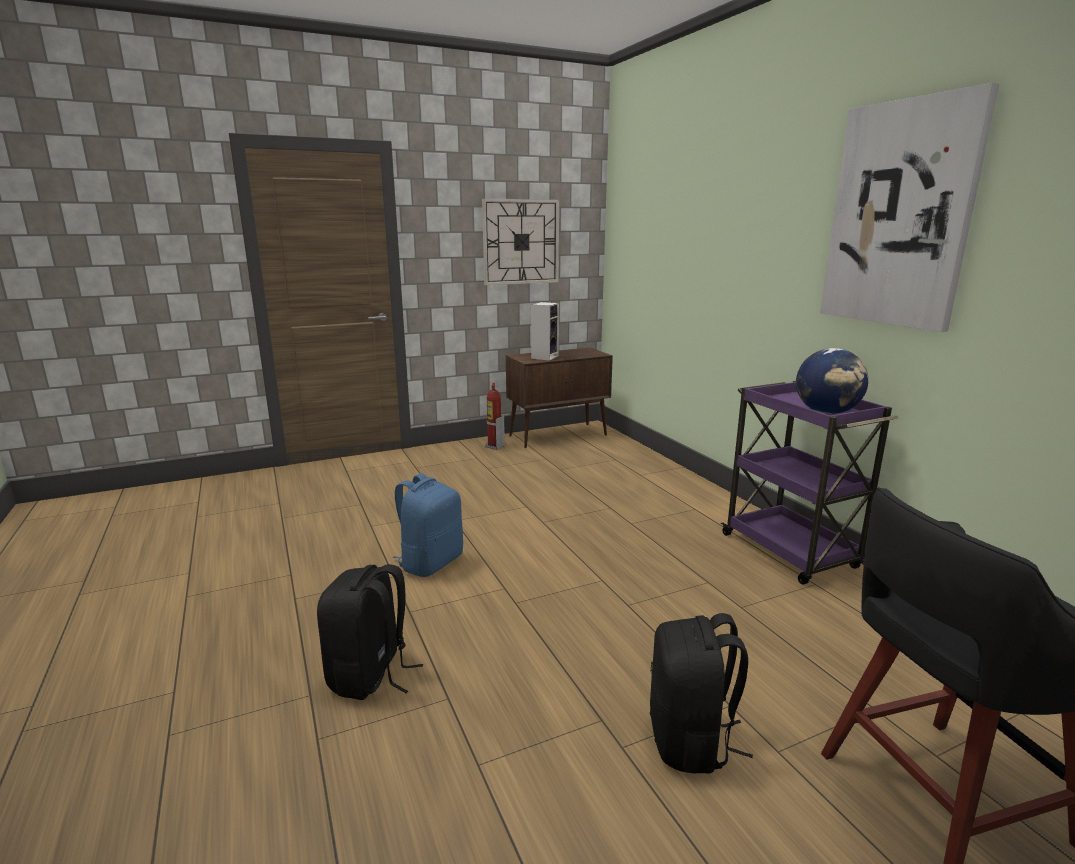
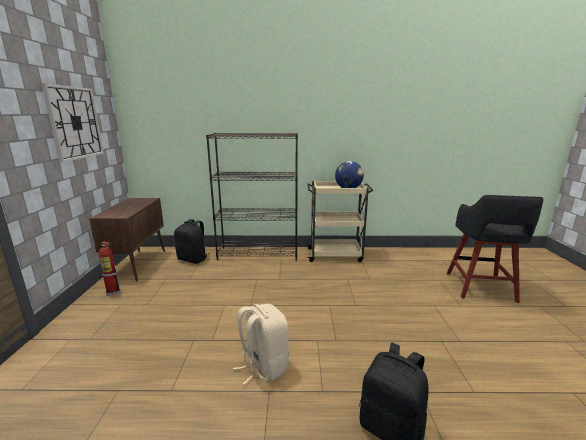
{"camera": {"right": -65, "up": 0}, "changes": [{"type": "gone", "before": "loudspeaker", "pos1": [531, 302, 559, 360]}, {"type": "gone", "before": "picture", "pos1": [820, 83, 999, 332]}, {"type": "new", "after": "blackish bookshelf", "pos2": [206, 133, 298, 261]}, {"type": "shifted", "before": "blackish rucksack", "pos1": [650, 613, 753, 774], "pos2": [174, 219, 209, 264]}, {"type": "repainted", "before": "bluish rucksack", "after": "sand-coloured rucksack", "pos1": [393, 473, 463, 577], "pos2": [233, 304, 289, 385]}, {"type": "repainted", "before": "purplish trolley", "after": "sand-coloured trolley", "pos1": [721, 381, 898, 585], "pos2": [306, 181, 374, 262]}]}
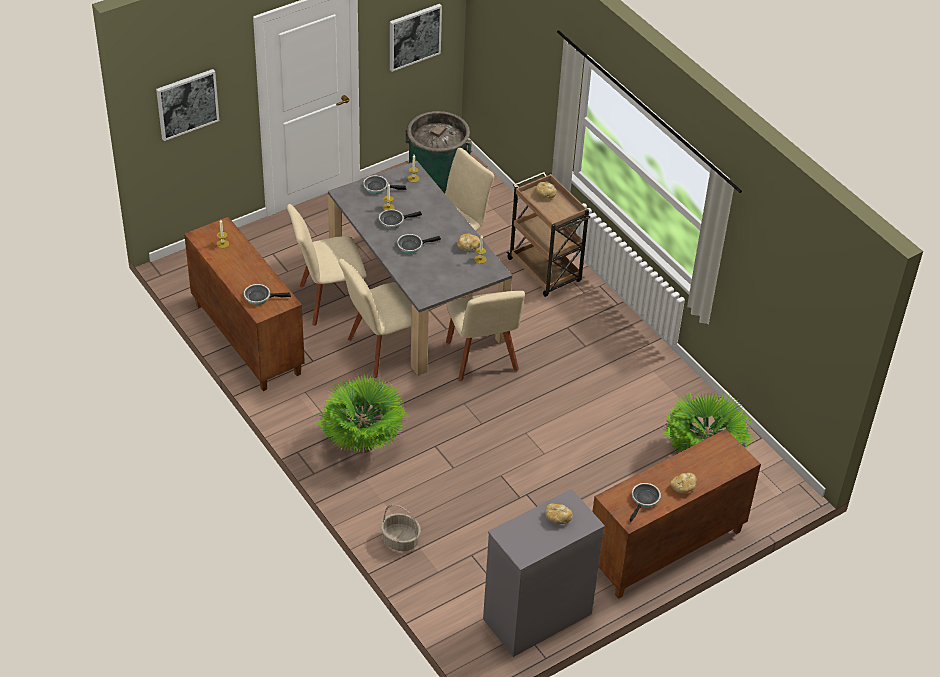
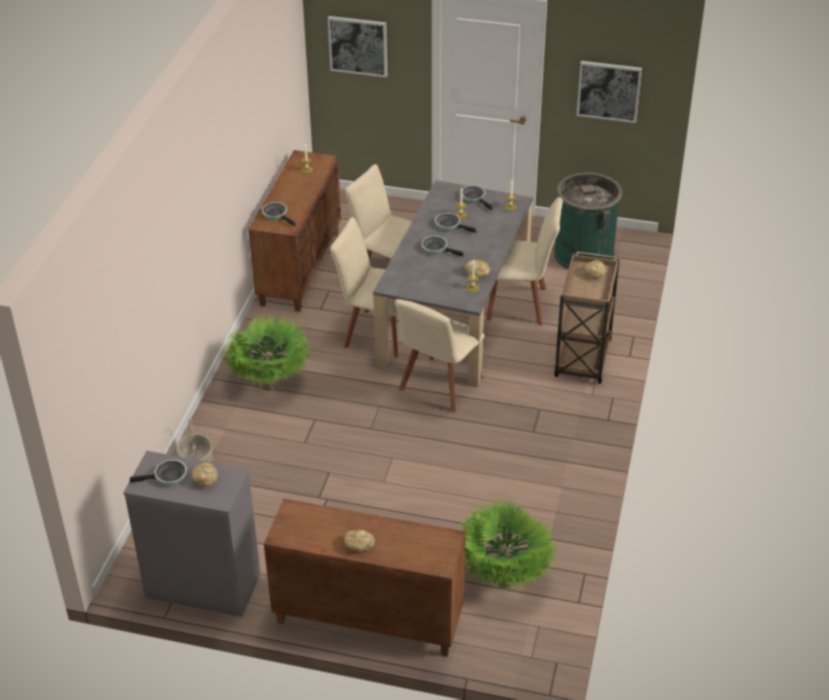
{"camera": {"right": 50, "up": -5}, "changes": [{"type": "shifted", "before": "skillet", "pos1": [630, 483, 661, 522], "pos2": [130, 460, 187, 485]}]}
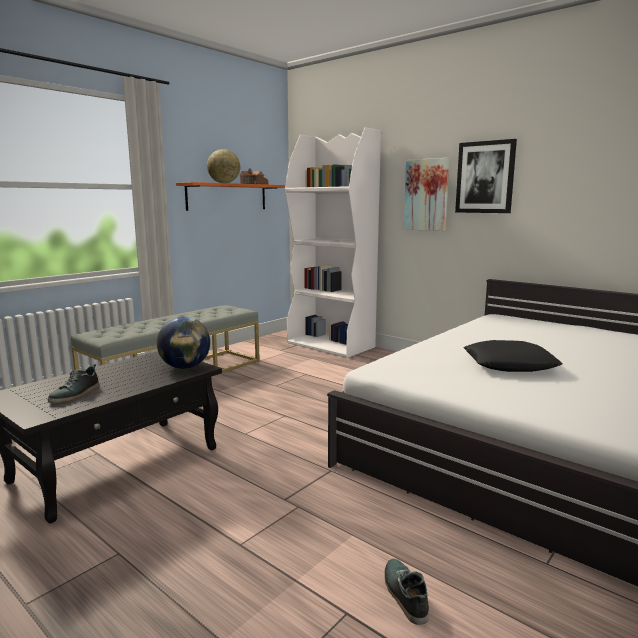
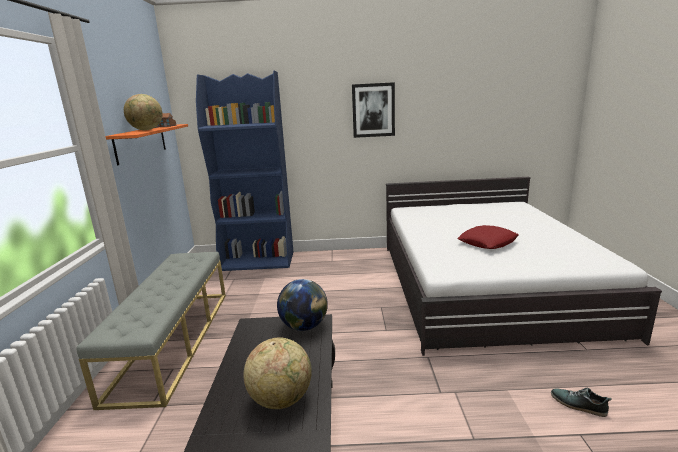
{"camera": {"right": -40, "up": 5}, "changes": [{"type": "gone", "before": "picture", "pos1": [404, 158, 449, 231]}, {"type": "swapped", "before": "low shoe", "after": "world globe", "pos1": [48, 364, 99, 403], "pos2": [243, 338, 312, 409]}, {"type": "repainted", "before": "whitish bookshelf", "after": "bluish bookshelf", "pos1": [285, 127, 381, 358], "pos2": [196, 71, 293, 271]}, {"type": "repainted", "before": "blackish pillow", "after": "red pillow", "pos1": [463, 340, 562, 372], "pos2": [457, 225, 519, 249]}]}
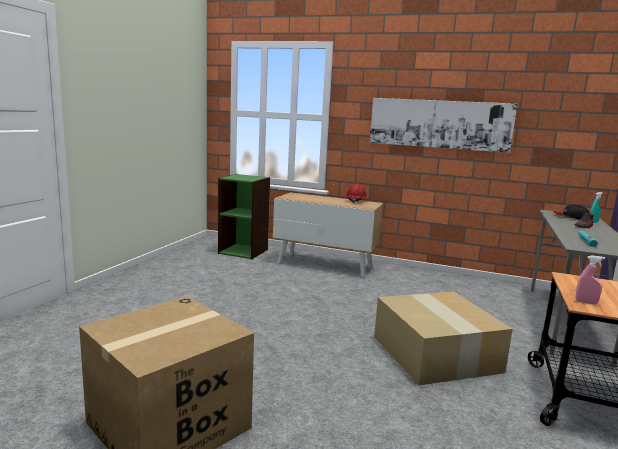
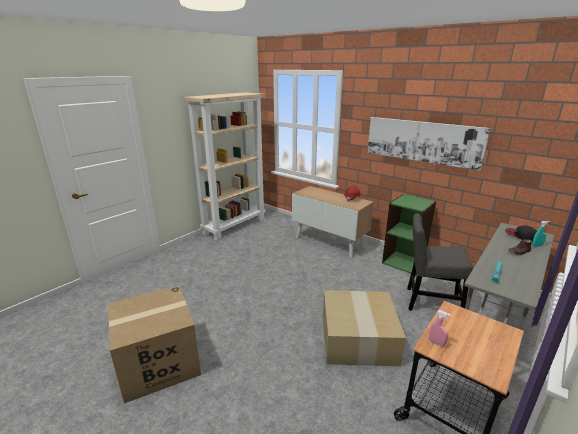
{"camera": {"right": 20, "up": 10}, "changes": [{"type": "new", "after": "sand-coloured bookshelf", "pos2": [184, 92, 265, 241]}, {"type": "new", "after": "greyish plain chair", "pos2": [407, 213, 473, 310]}, {"type": "shifted", "before": "green bookshelf", "pos1": [218, 174, 270, 259], "pos2": [382, 194, 436, 273]}]}
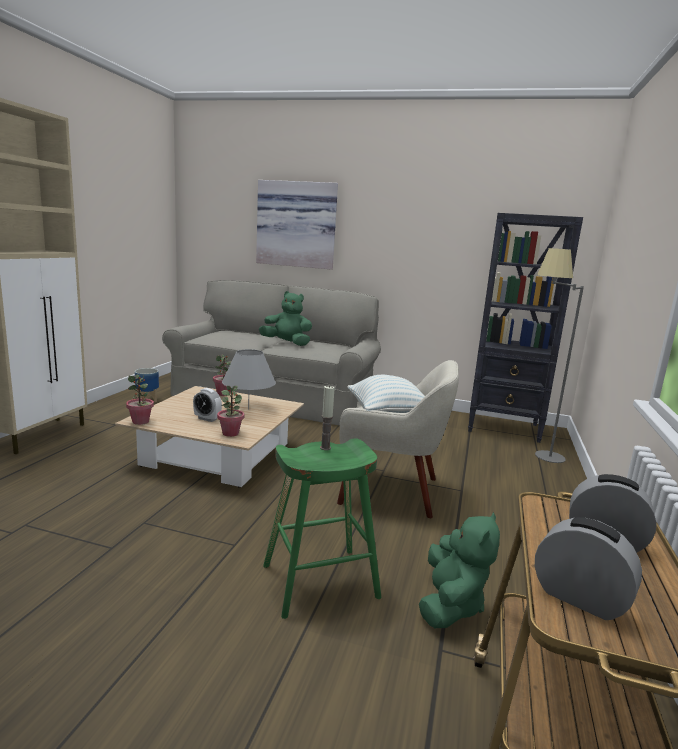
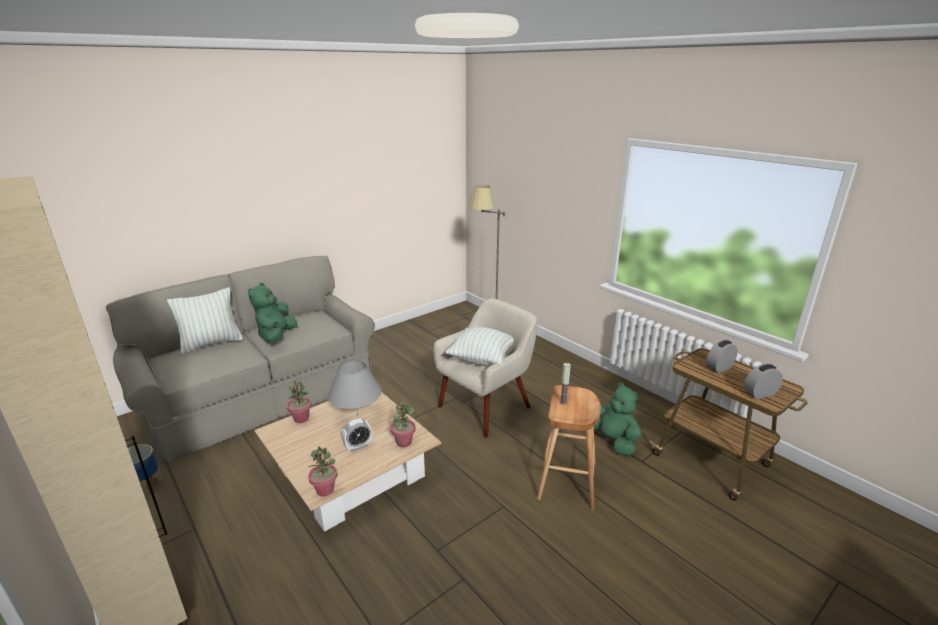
{"camera": {"right": -55, "up": 10}, "changes": [{"type": "gone", "before": "picture", "pos1": [256, 180, 338, 270]}, {"type": "gone", "before": "blackish bookshelf", "pos1": [468, 213, 583, 443]}, {"type": "new", "after": "pillow", "pos2": [167, 287, 243, 354]}, {"type": "repainted", "before": "green stool", "after": "brown-coloured stool", "pos1": [263, 438, 381, 619], "pos2": [537, 385, 601, 510]}, {"type": "rotated", "before": "green soft toy", "pos1": [259, 291, 312, 346], "pos2": [248, 283, 297, 343], "turn": -45}]}
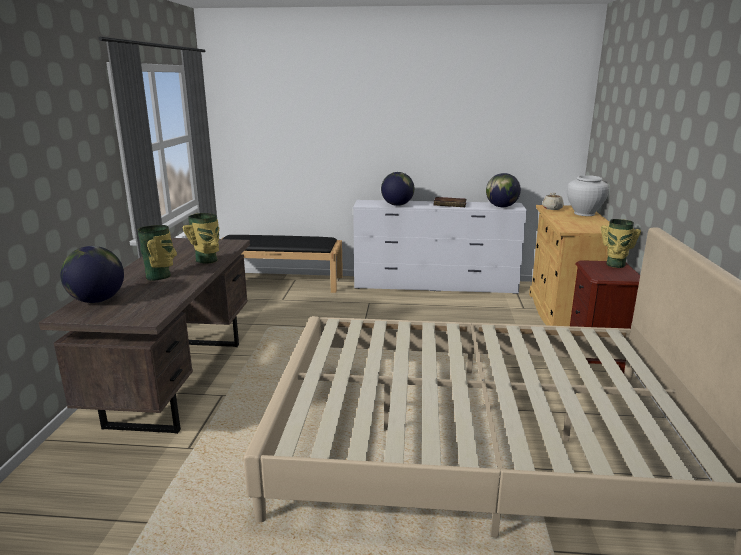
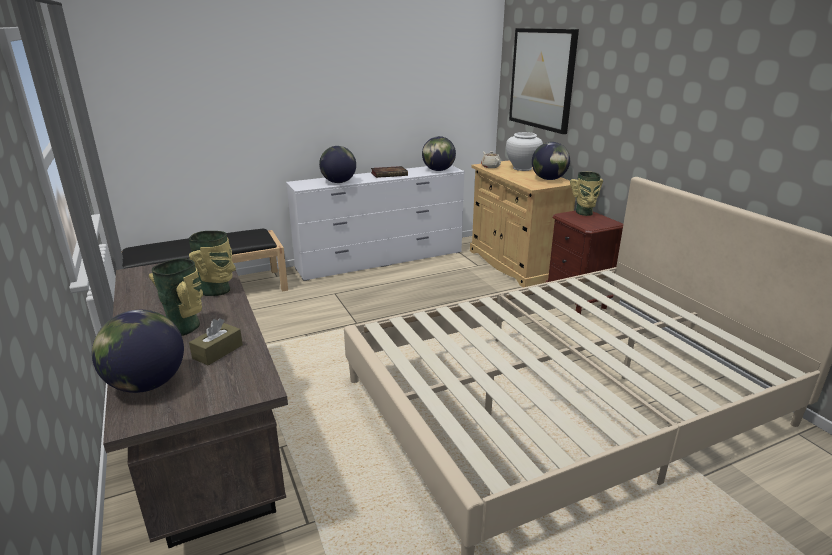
{"camera": {"right": -30, "up": 5}, "changes": [{"type": "new", "after": "brown-coloured tissue box", "pos2": [189, 318, 243, 366]}, {"type": "new", "after": "picture", "pos2": [509, 28, 579, 134]}, {"type": "new", "after": "world globe", "pos2": [532, 142, 570, 180]}]}
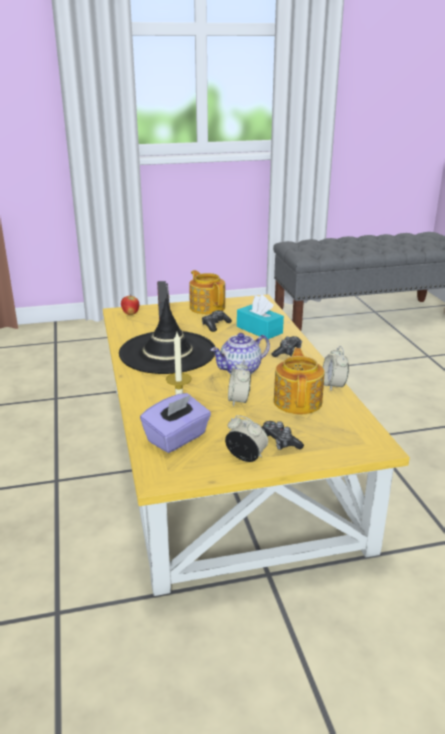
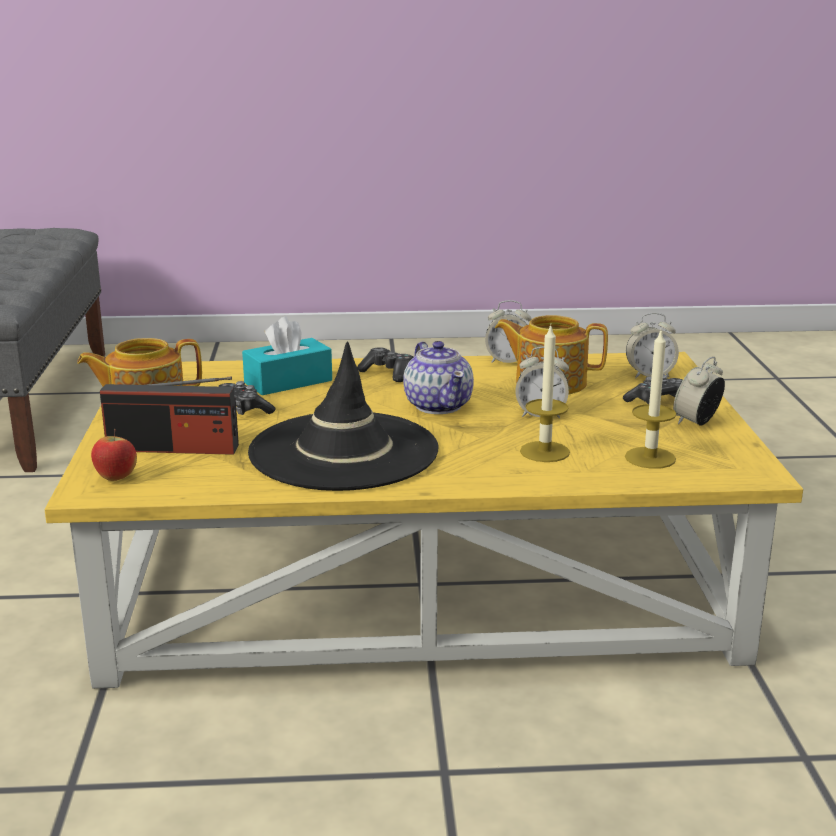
{"camera": {"right": -80, "up": -5}, "changes": [{"type": "new", "after": "bedside clock", "pos2": [626, 313, 679, 378]}, {"type": "swapped", "before": "purplish tissue box", "after": "wax candle", "pos1": [140, 393, 211, 453], "pos2": [625, 331, 676, 469]}]}
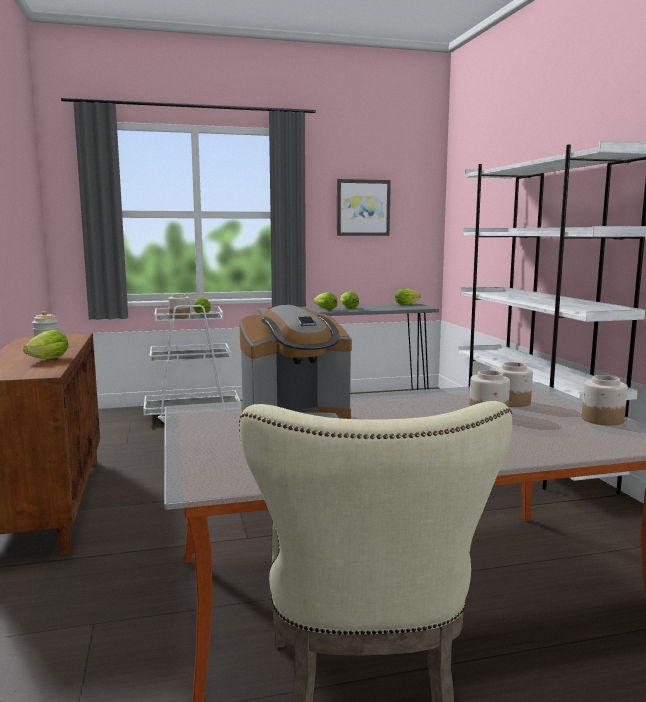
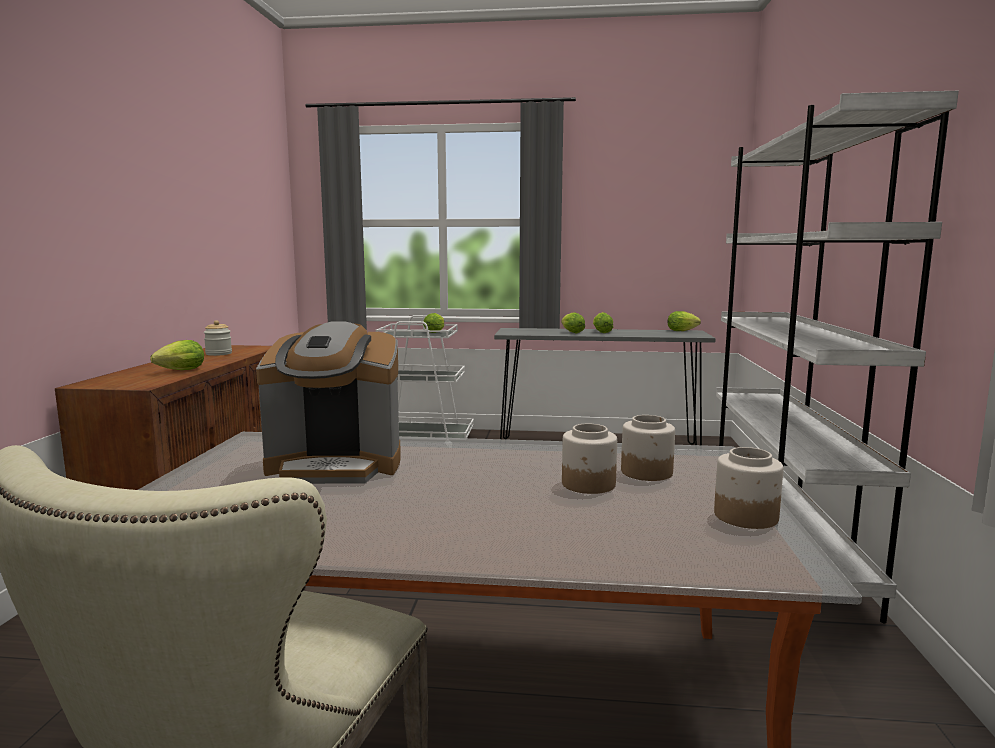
{"camera": {"right": 20, "up": 0}, "changes": [{"type": "gone", "before": "storage jar", "pos1": [168, 294, 190, 318]}, {"type": "gone", "before": "picture", "pos1": [337, 179, 391, 236]}]}
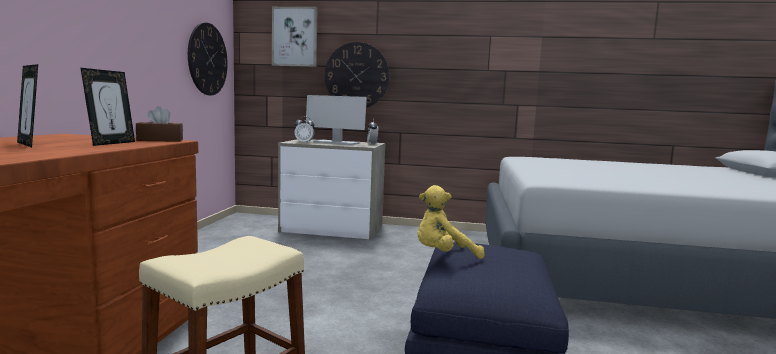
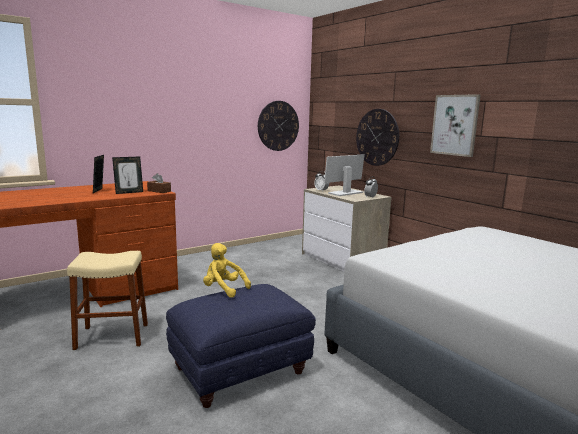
{"camera": {"right": 45, "up": 5}, "changes": [{"type": "shifted", "before": "picture", "pos1": [272, 7, 318, 67], "pos2": [430, 94, 481, 157]}, {"type": "rotated", "before": "monitor", "pos1": [306, 95, 367, 145], "pos2": [324, 154, 364, 196], "turn": 75}]}
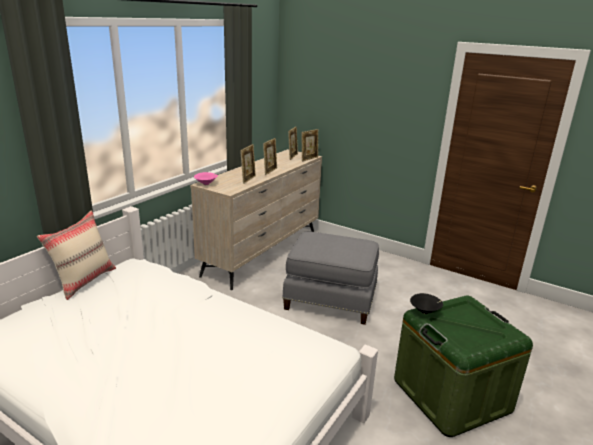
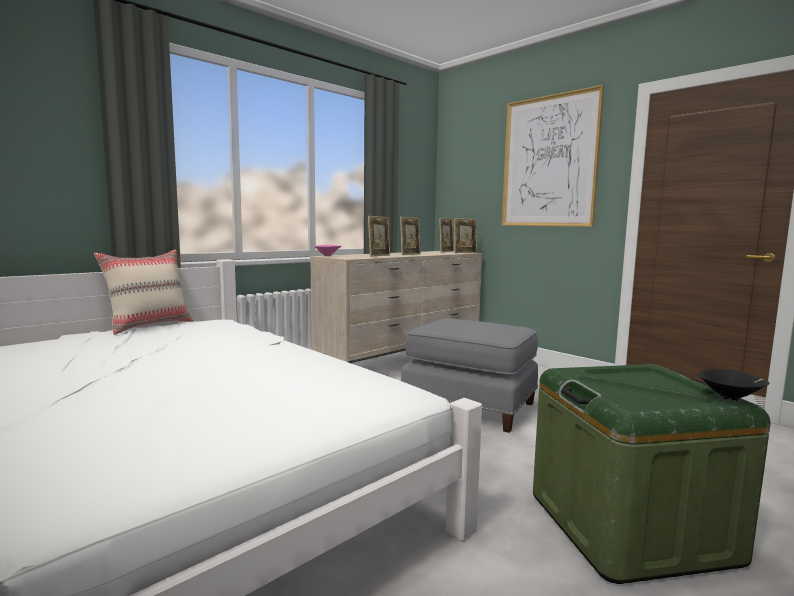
{"camera": {"right": 15, "up": -15}, "changes": [{"type": "new", "after": "picture", "pos2": [502, 85, 604, 227]}, {"type": "shifted", "before": "blackish serving bowl", "pos1": [410, 293, 443, 314], "pos2": [697, 368, 770, 401]}]}
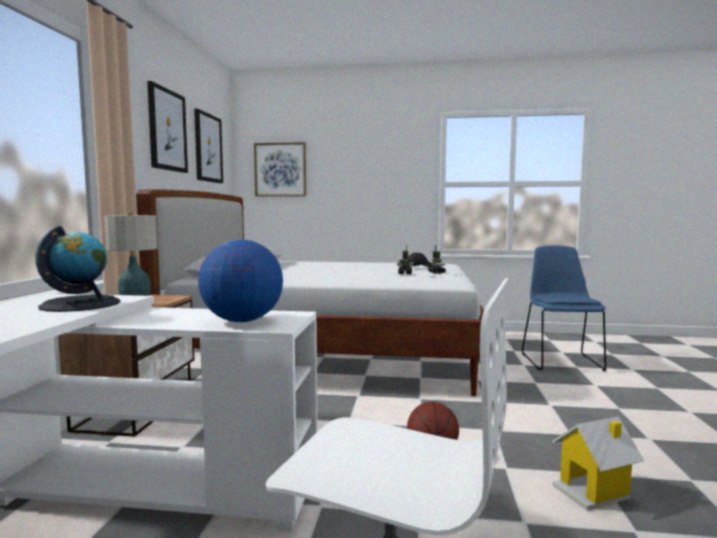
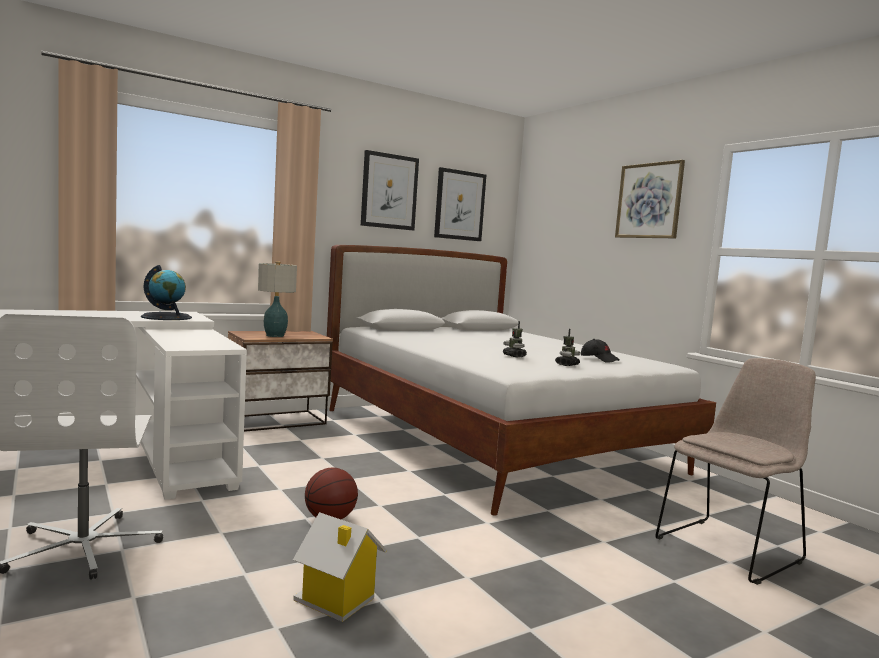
{"camera": {"right": 50, "up": 0}, "changes": [{"type": "gone", "before": "world globe", "pos1": [198, 240, 283, 322]}, {"type": "shifted", "before": "picture", "pos1": [254, 142, 306, 197], "pos2": [615, 160, 685, 238]}, {"type": "repainted", "before": "bluish plain chair", "after": "sand-coloured plain chair", "pos1": [522, 245, 606, 372], "pos2": [655, 358, 816, 585]}]}
